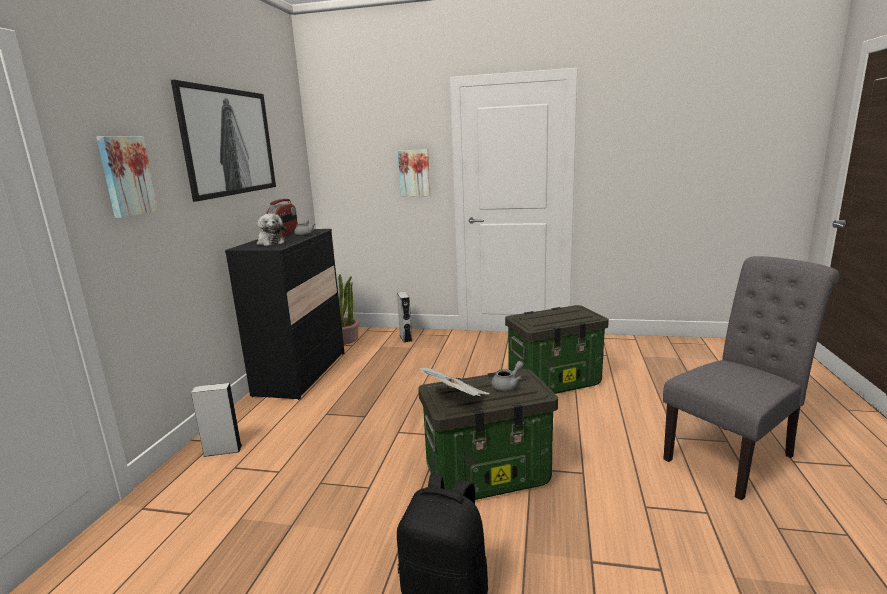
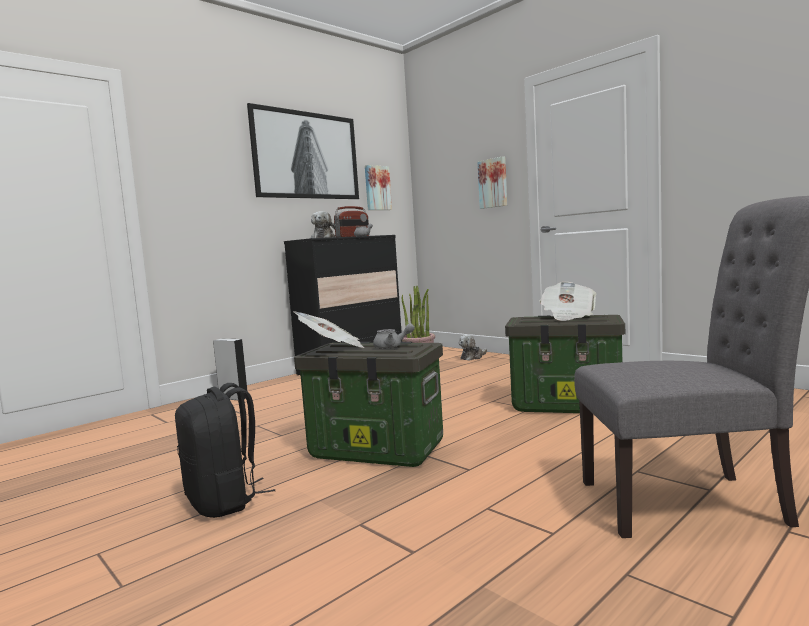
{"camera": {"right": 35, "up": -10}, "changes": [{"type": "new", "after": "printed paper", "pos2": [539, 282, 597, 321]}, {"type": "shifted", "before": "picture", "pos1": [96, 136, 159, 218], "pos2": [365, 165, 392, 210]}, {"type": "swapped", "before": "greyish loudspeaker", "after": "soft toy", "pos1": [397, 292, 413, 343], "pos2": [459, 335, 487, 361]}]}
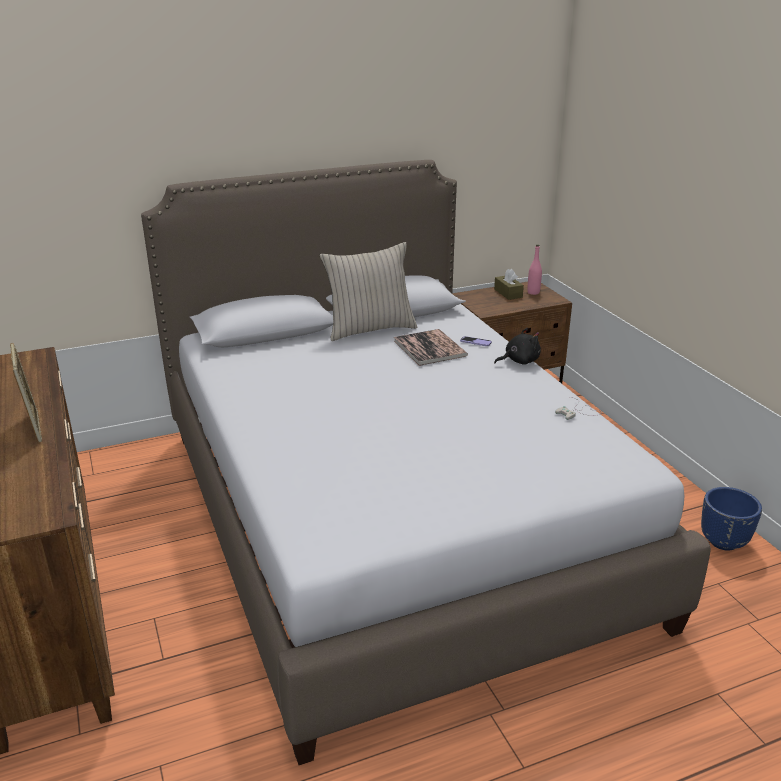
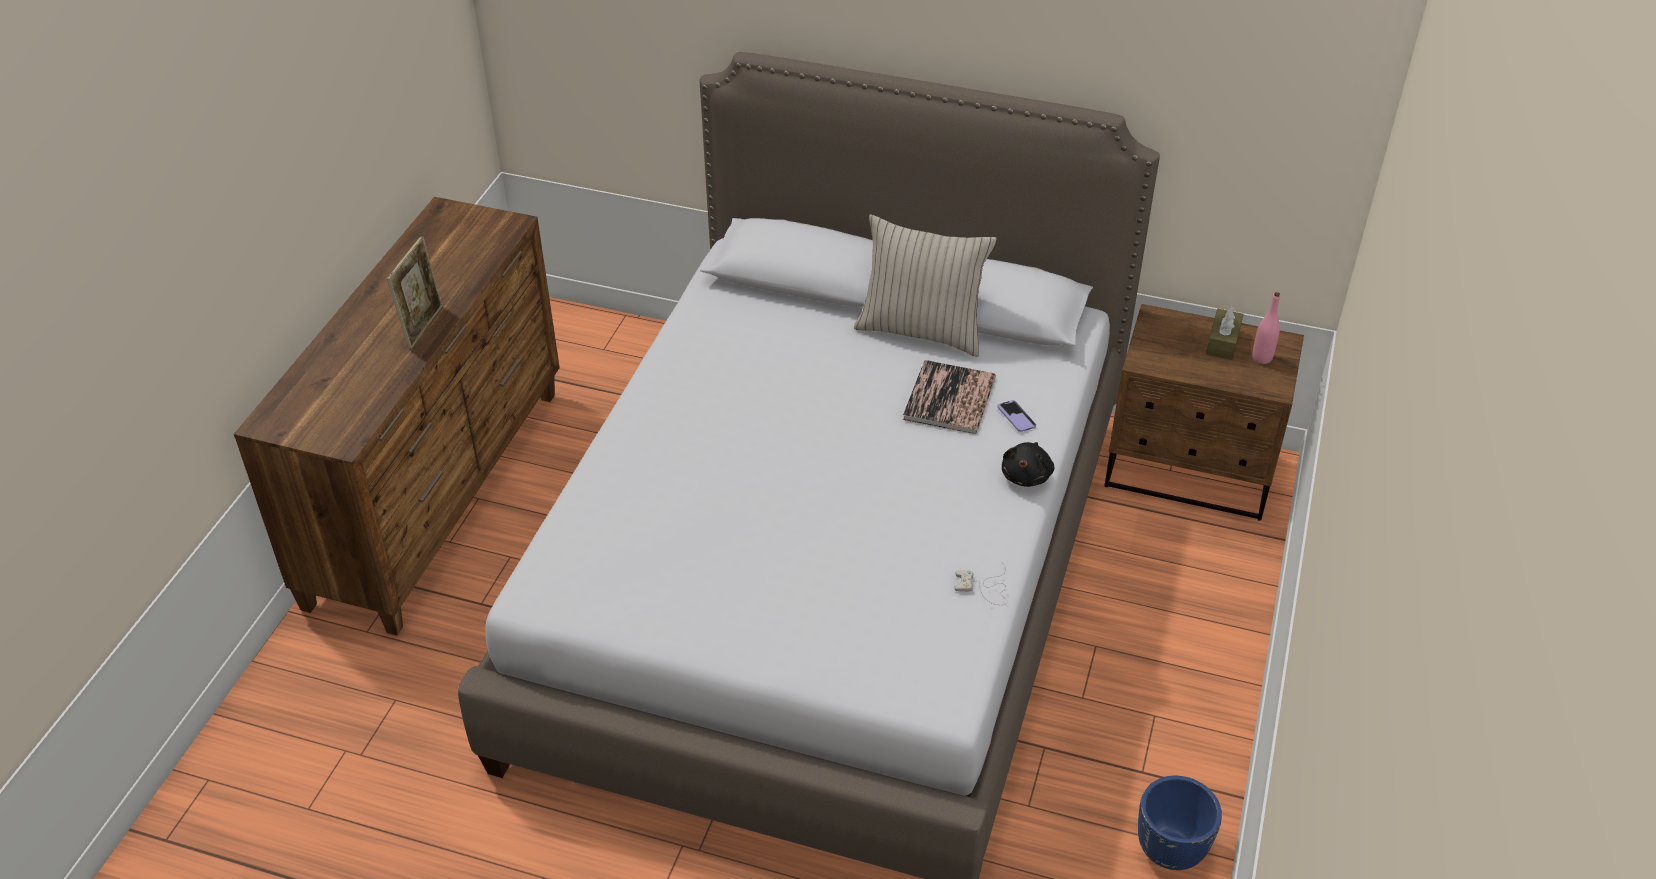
{"camera": {"right": 40, "up": 15}, "changes": [{"type": "rotated", "before": "blackish soft toy", "pos1": [494, 328, 541, 365], "pos2": [1002, 442, 1054, 487], "turn": 90}]}
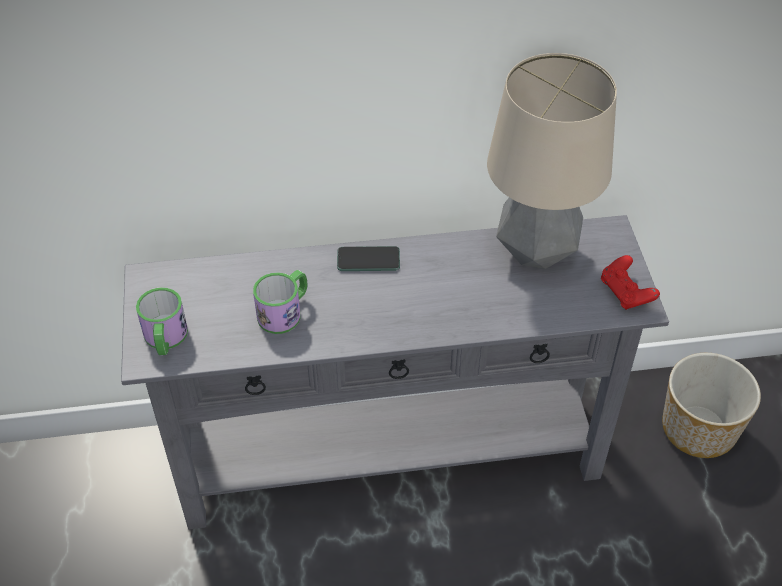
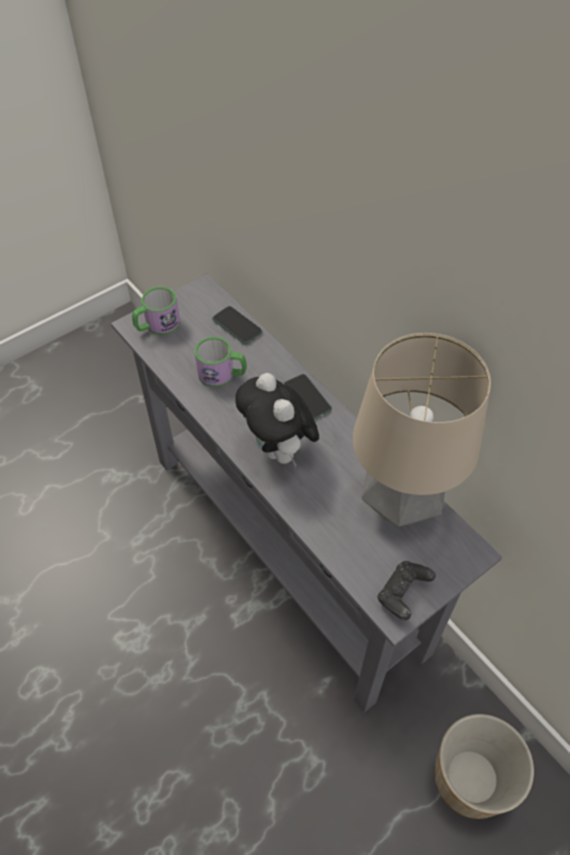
{"camera": {"right": 60, "up": 5}, "changes": [{"type": "new", "after": "handset", "pos2": [212, 306, 263, 344]}, {"type": "new", "after": "soft toy", "pos2": [235, 373, 319, 467]}, {"type": "repainted", "before": "red game controller", "after": "blackish game controller", "pos1": [601, 255, 660, 310], "pos2": [378, 561, 436, 620]}]}
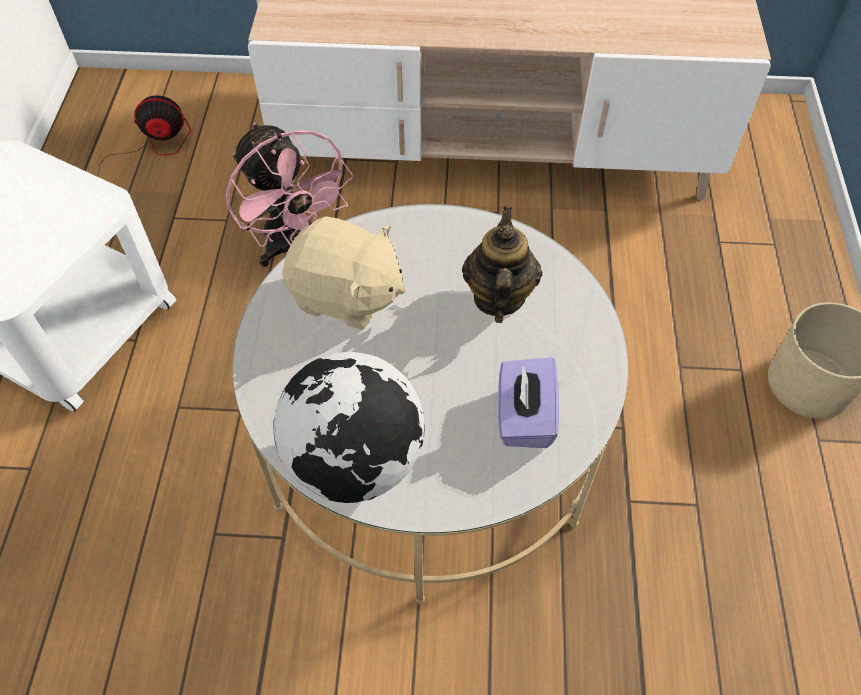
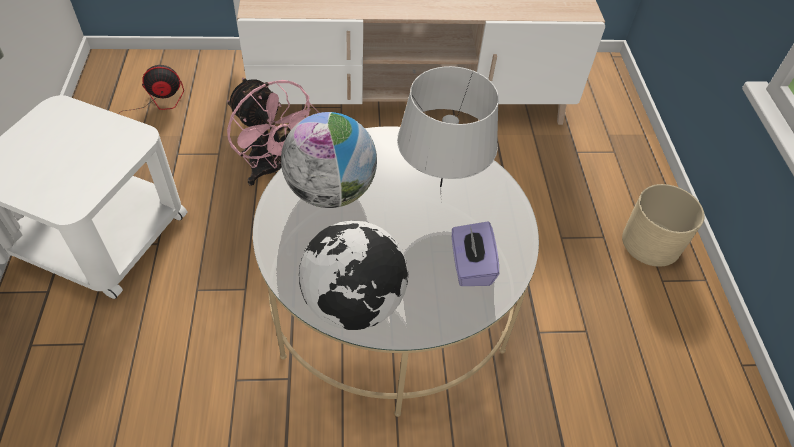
{"camera": {"right": -10, "up": -5}, "changes": [{"type": "swapped", "before": "sand-coloured soft toy", "after": "world globe", "pos1": [282, 216, 406, 330], "pos2": [281, 112, 377, 208]}, {"type": "swapped", "before": "pot for tea", "after": "greyish table lamp", "pos1": [462, 206, 542, 323], "pos2": [397, 66, 499, 187]}]}
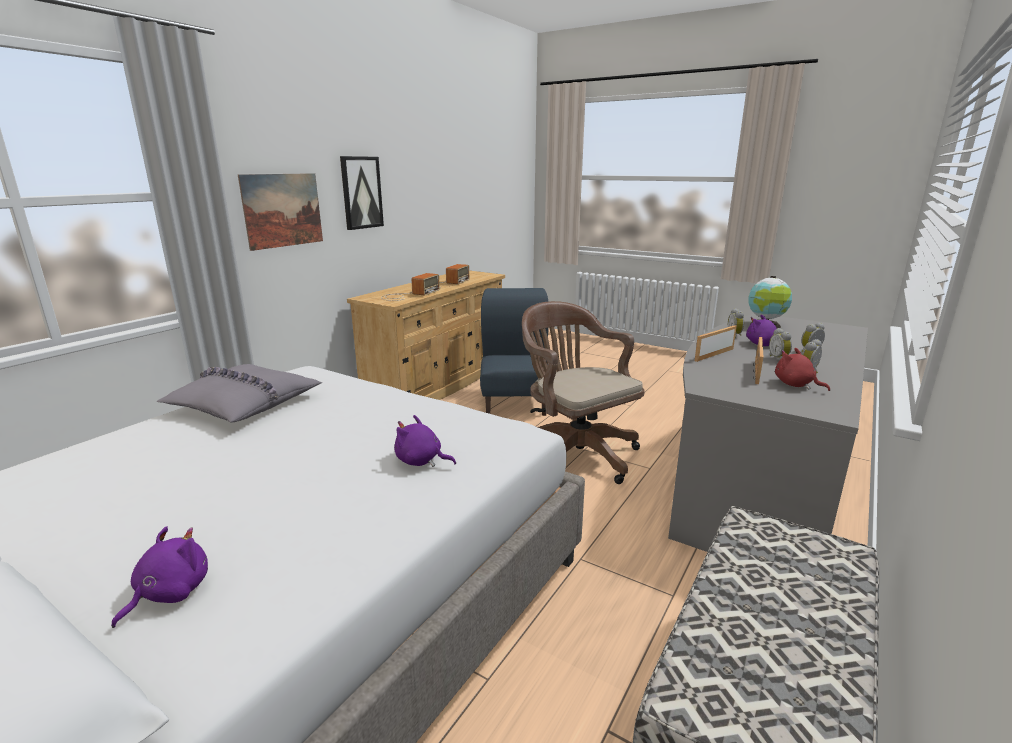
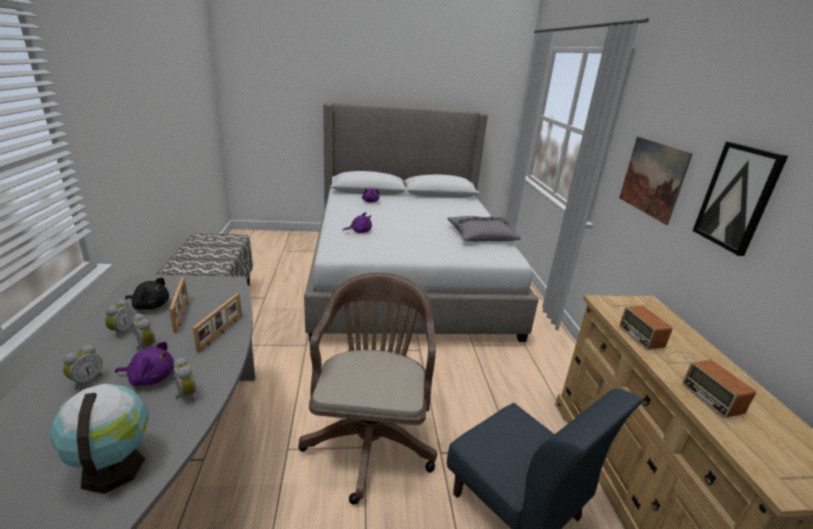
{"camera": {"right": 140, "up": 5}, "changes": [{"type": "repainted", "before": "red soft toy", "after": "blackish soft toy", "pos1": [775, 348, 830, 391], "pos2": [125, 278, 169, 310]}, {"type": "rotated", "before": "brown-coloured computer chair", "pos1": [522, 301, 645, 484], "pos2": [298, 273, 437, 505], "turn": -105}]}
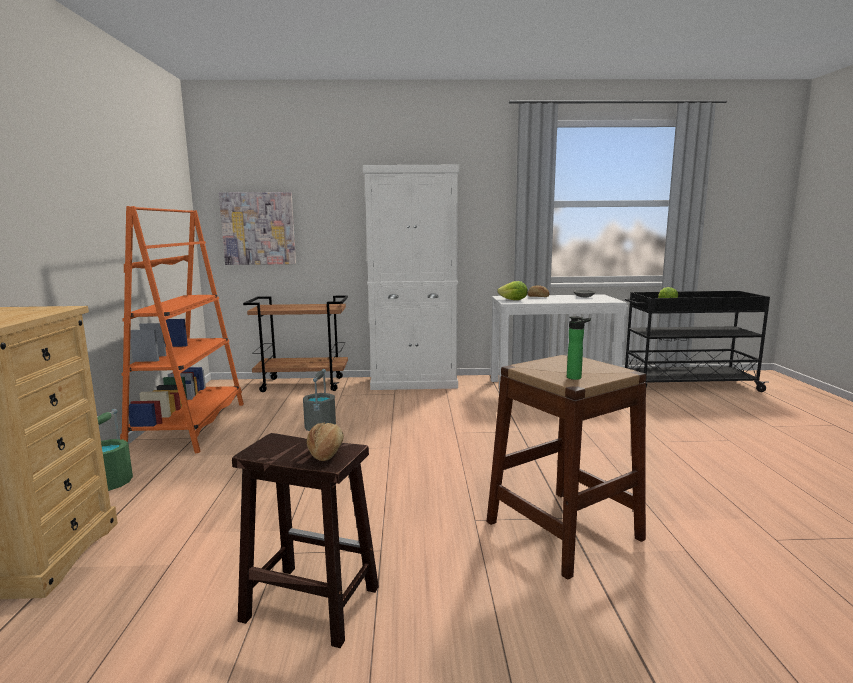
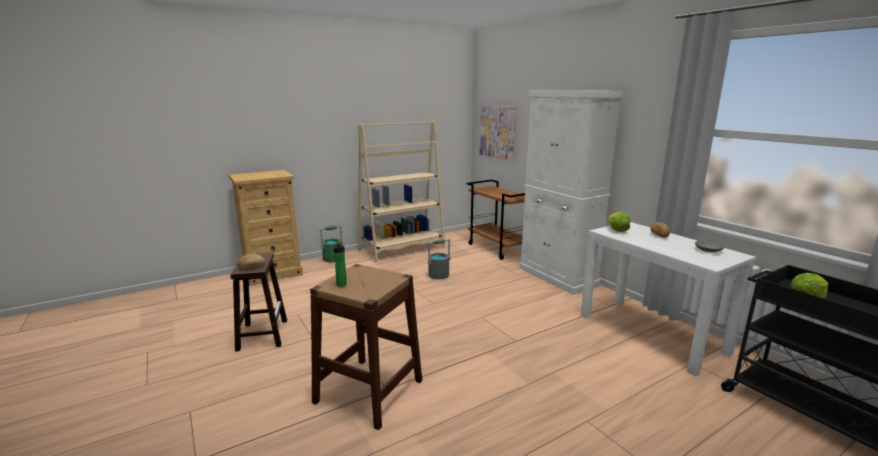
{"camera": {"right": 60, "up": 5}, "changes": [{"type": "repainted", "before": "orangey bookshelf", "after": "sand-coloured bookshelf", "pos1": [120, 206, 244, 453], "pos2": [358, 121, 445, 262]}]}
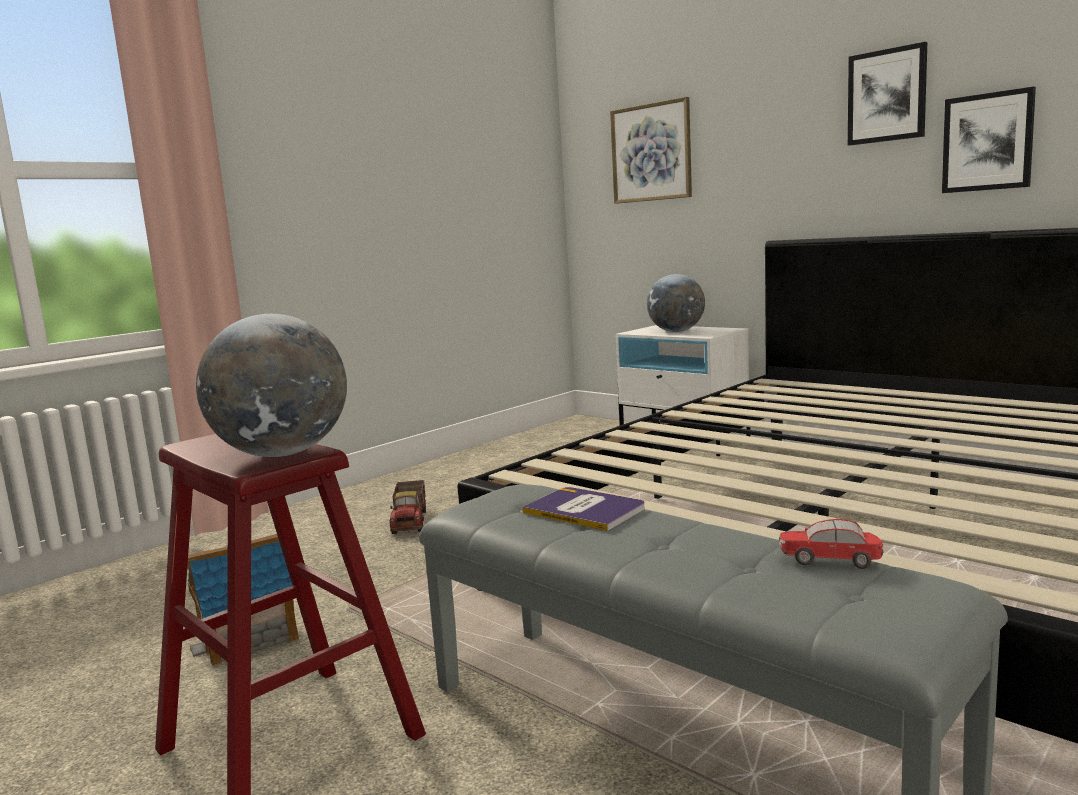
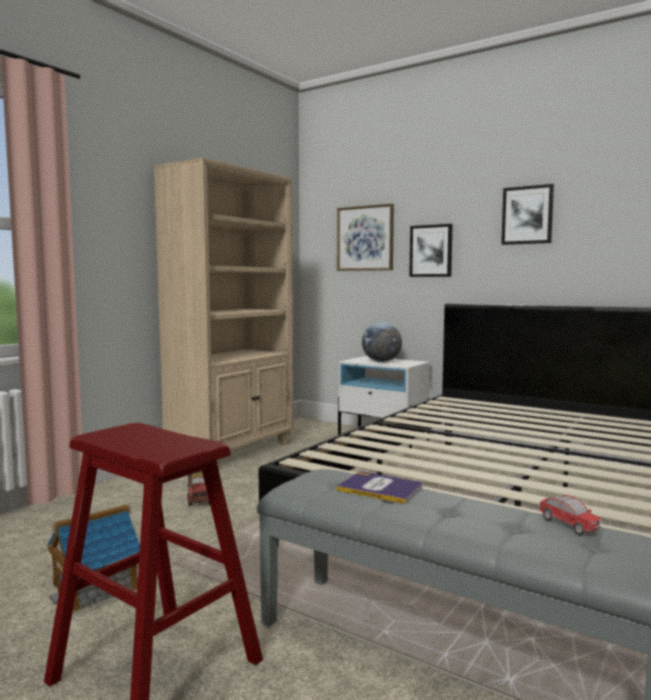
{"camera": {"right": -10, "up": -5}, "changes": [{"type": "gone", "before": "world globe", "pos1": [196, 314, 347, 457]}, {"type": "new", "after": "sand-coloured bookshelf", "pos2": [154, 157, 293, 461]}, {"type": "shifted", "before": "picture", "pos1": [942, 87, 1036, 193], "pos2": [409, 224, 453, 277]}, {"type": "rotated", "before": "toy car", "pos1": [779, 519, 883, 569], "pos2": [539, 495, 602, 536], "turn": -120}]}
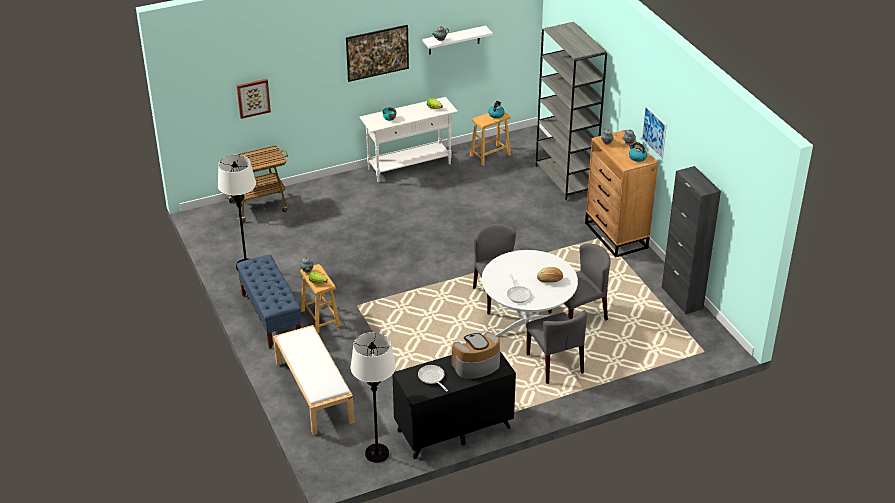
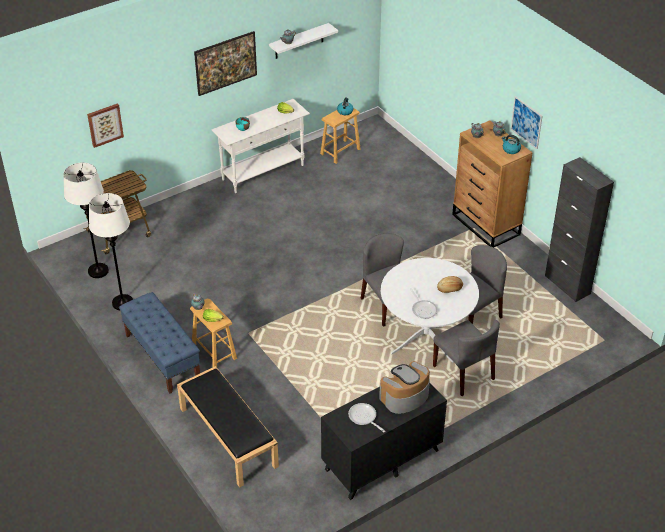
{"camera": {"right": -10, "up": 5}, "changes": [{"type": "gone", "before": "greyish bookshelf", "pos1": [536, 22, 607, 200]}, {"type": "shifted", "before": "whitish standing lamp", "pos1": [350, 332, 396, 463], "pos2": [64, 162, 109, 278]}, {"type": "repainted", "before": "whitish bench", "after": "blackish bench", "pos1": [273, 325, 354, 435], "pos2": [177, 366, 279, 488]}]}
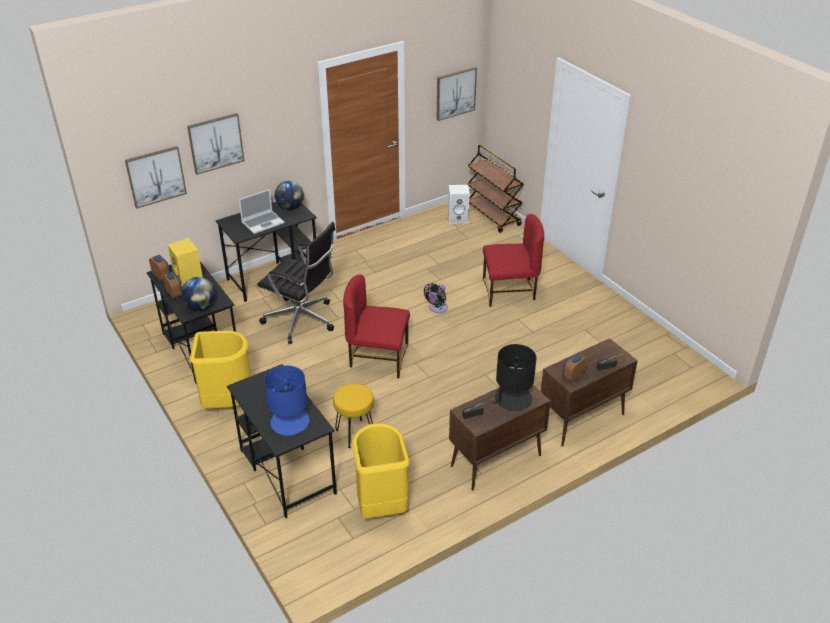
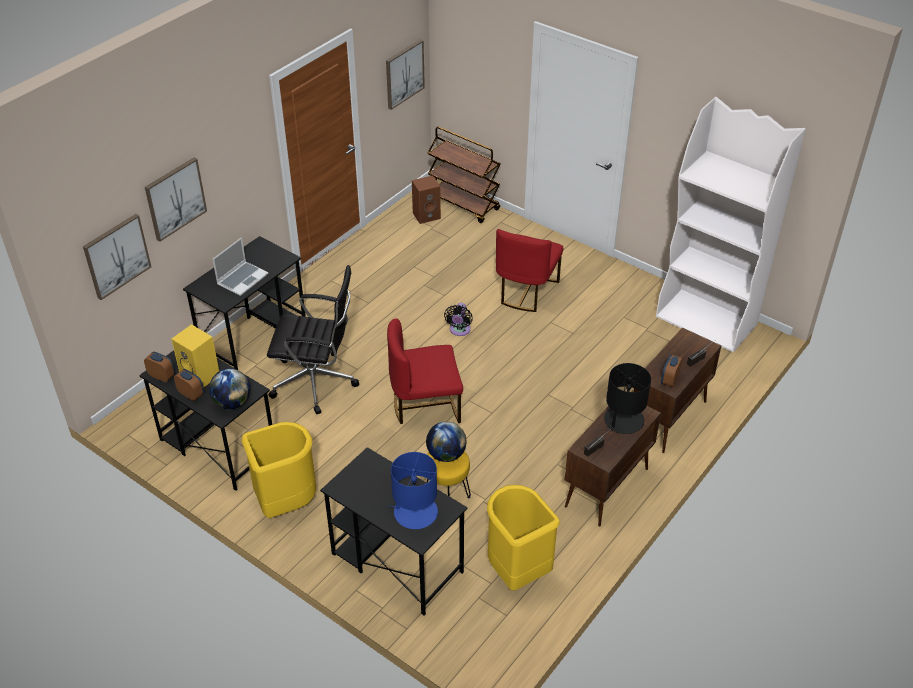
{"camera": {"right": -20, "up": 5}, "changes": [{"type": "new", "after": "whitish bookshelf", "pos2": [656, 97, 806, 352]}, {"type": "shifted", "before": "world globe", "pos1": [275, 181, 304, 210], "pos2": [426, 421, 467, 462]}, {"type": "repainted", "before": "whitish loudspeaker", "after": "brown-coloured loudspeaker", "pos1": [448, 185, 470, 224], "pos2": [412, 175, 441, 224]}, {"type": "rotated", "before": "red plain chair", "pos1": [483, 214, 544, 307], "pos2": [496, 229, 563, 312], "turn": 135}]}
